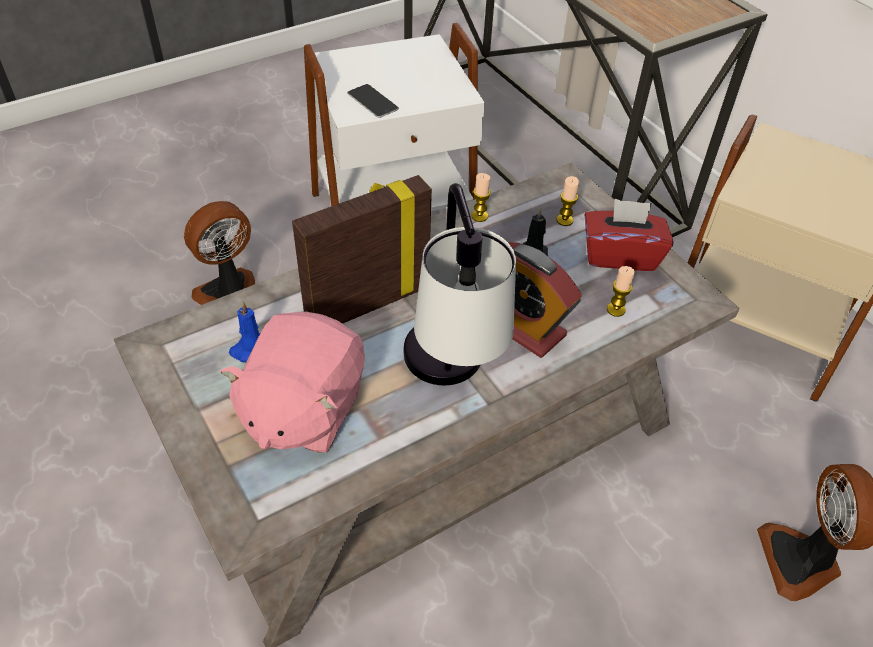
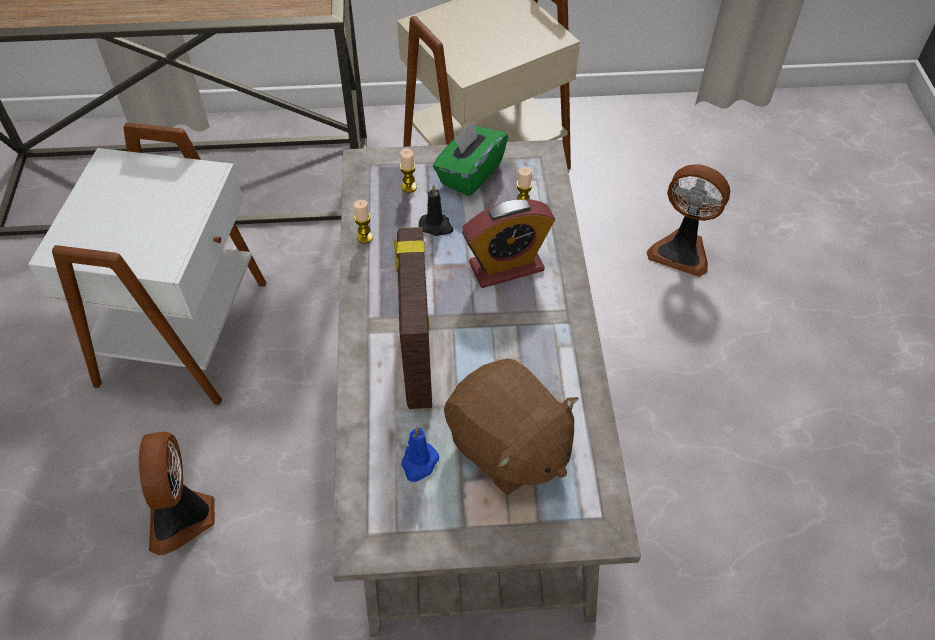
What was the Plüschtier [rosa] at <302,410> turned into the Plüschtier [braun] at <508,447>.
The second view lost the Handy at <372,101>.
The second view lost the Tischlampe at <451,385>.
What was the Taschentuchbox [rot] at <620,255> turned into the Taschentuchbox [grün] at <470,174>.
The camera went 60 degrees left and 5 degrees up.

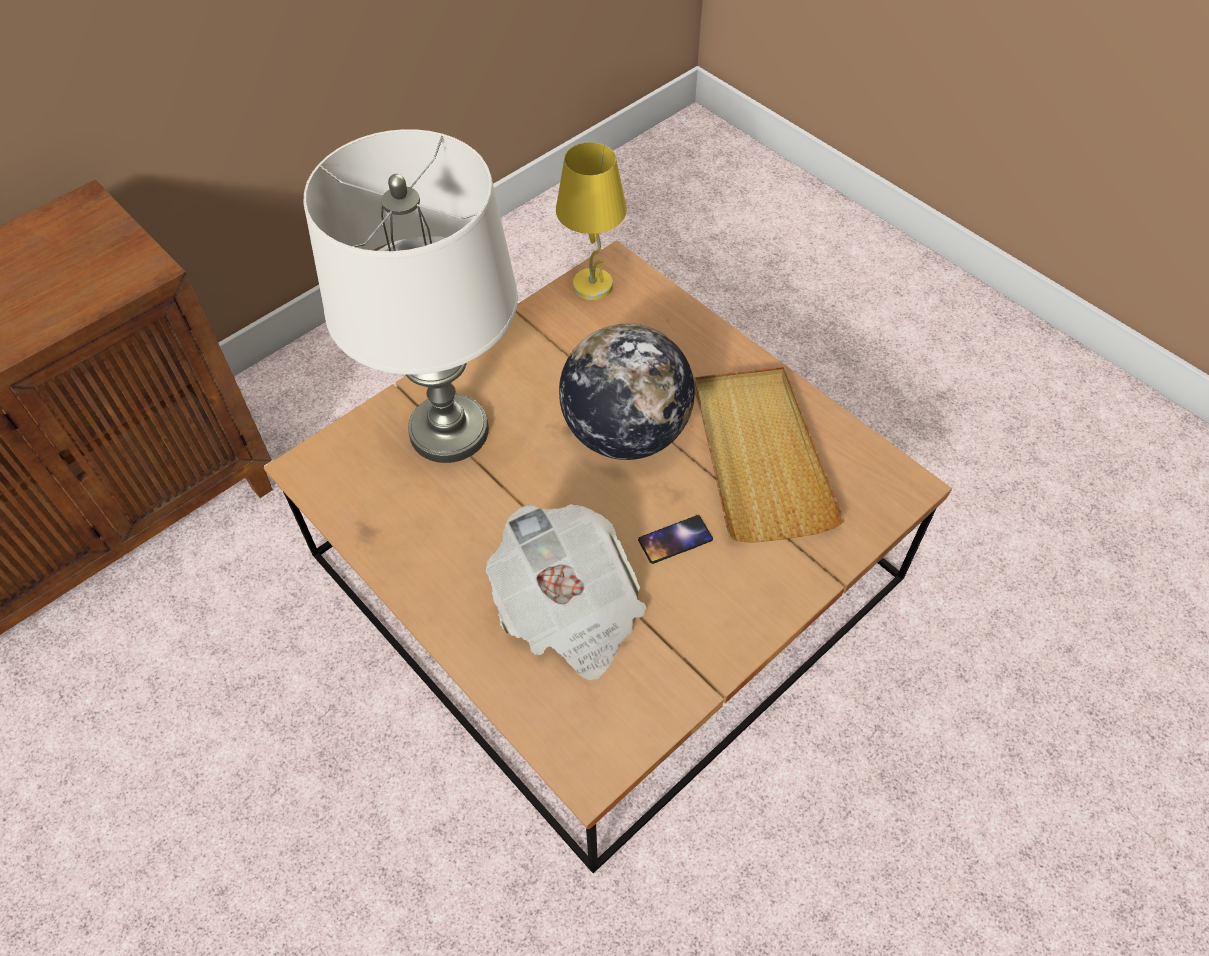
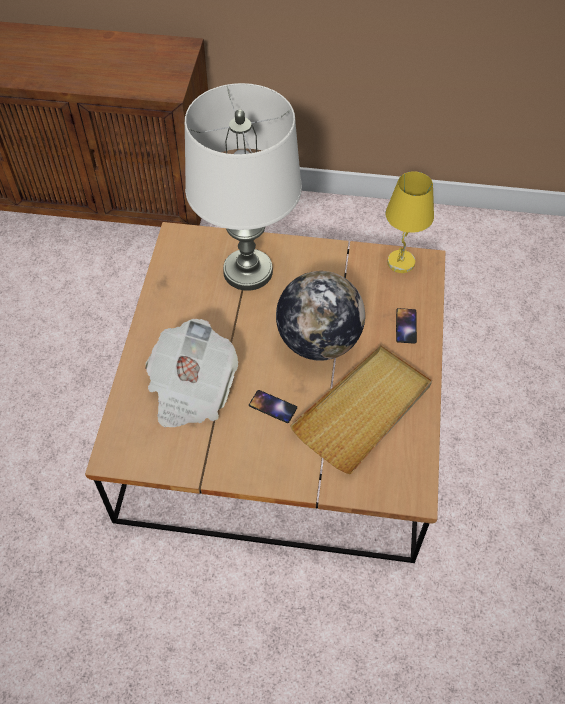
The second view gained the Handy at <406,326>.
The camera went 50 degrees right and 0 degrees up.

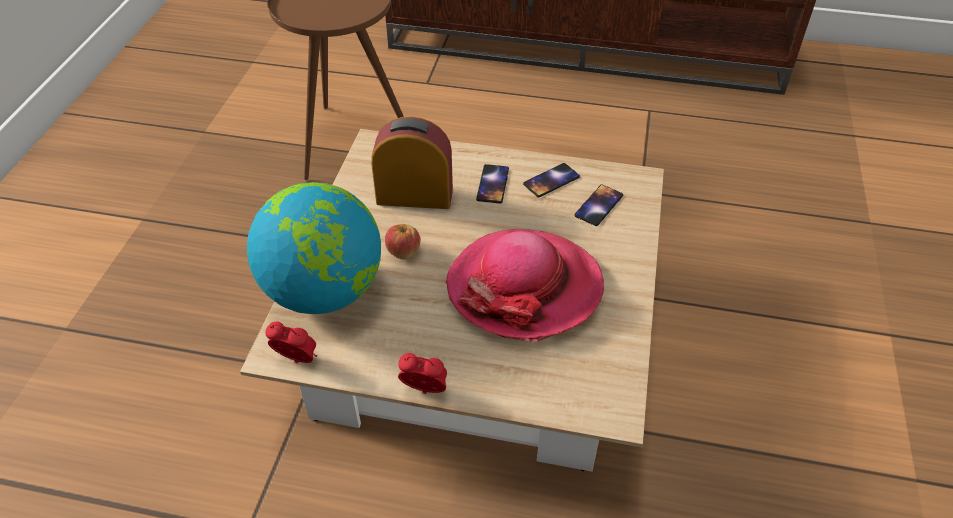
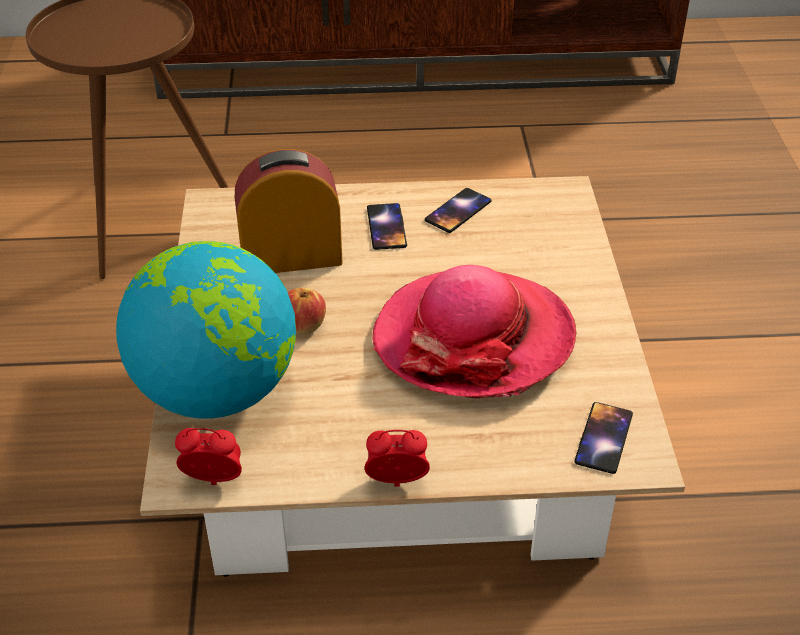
The Handy ended up elsewhere, having gone from <598,205> to <603,438>.
The camera went 15 degrees left and 5 degrees down.

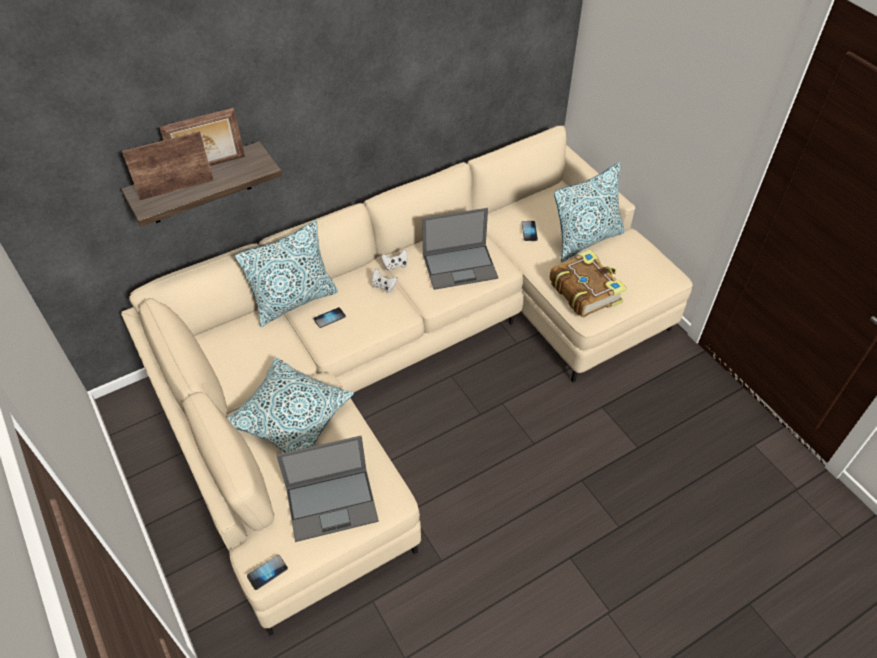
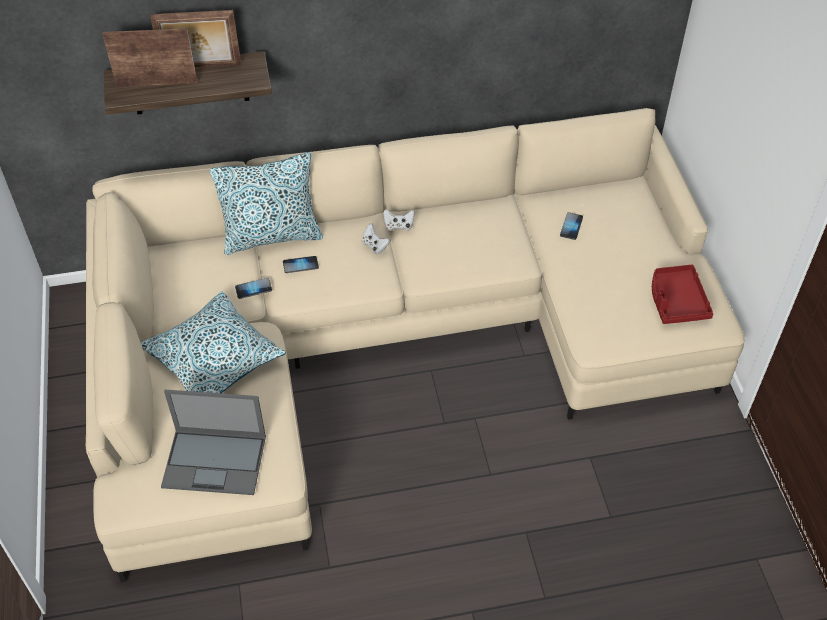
The Handy ended up elsewhere, having gone from <267,572> to <253,289>.
The second view lost the Laptop at <460,266>.
The second view lost the Buch at <585,290>.
The second view lost the Kissen at <586,240>.
The second view gained the Tablett [rot] at <676,301>.
The camera went 20 degrees right and 0 degrees up.

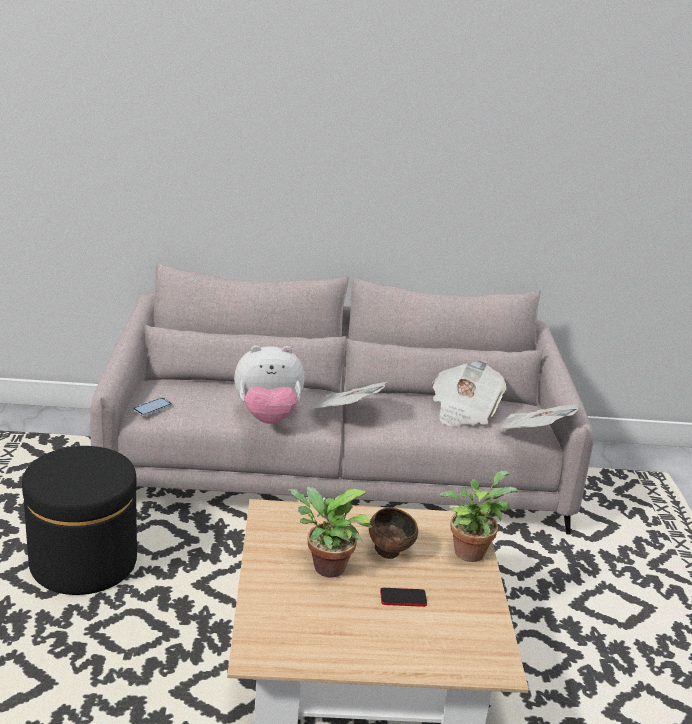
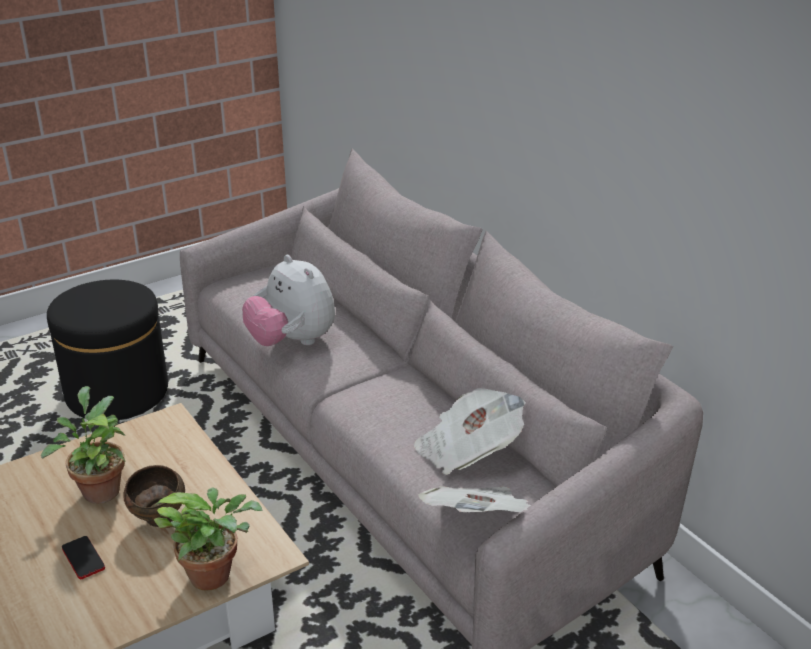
The second view lost the Handy at <152,408>.
The second view lost the Zeitung at <346,413>.
The camera went 60 degrees right and 5 degrees up.

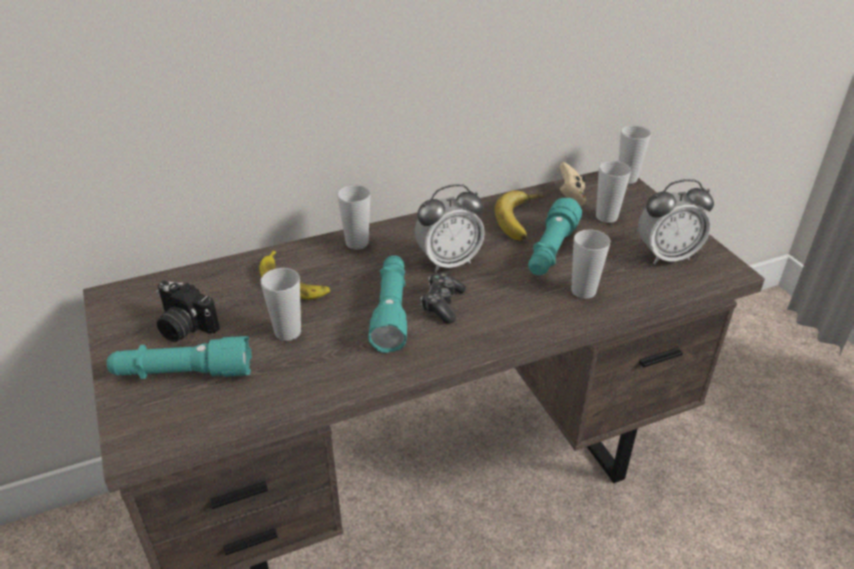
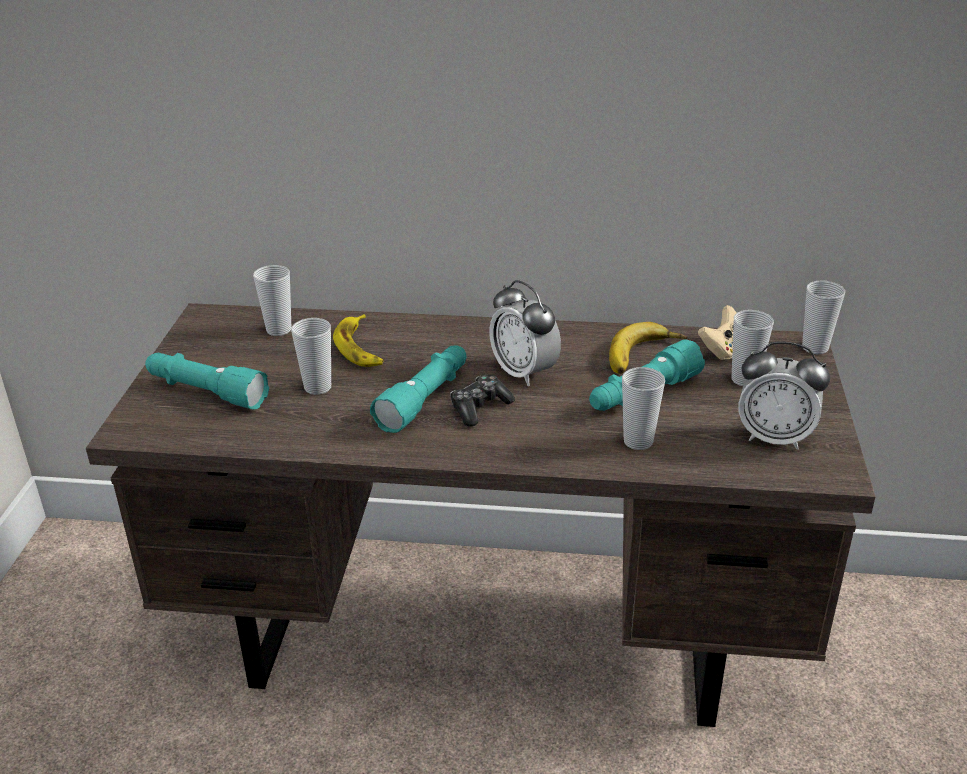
The second view lost the Kamera at <184,327>.
The Tasse ended up elsewhere, having gone from <357,243> to <279,330>.
The Wecker at <448,262> ended up facing another way, 45 degrees clockwise from before.
The camera went 30 degrees right and 5 degrees down.

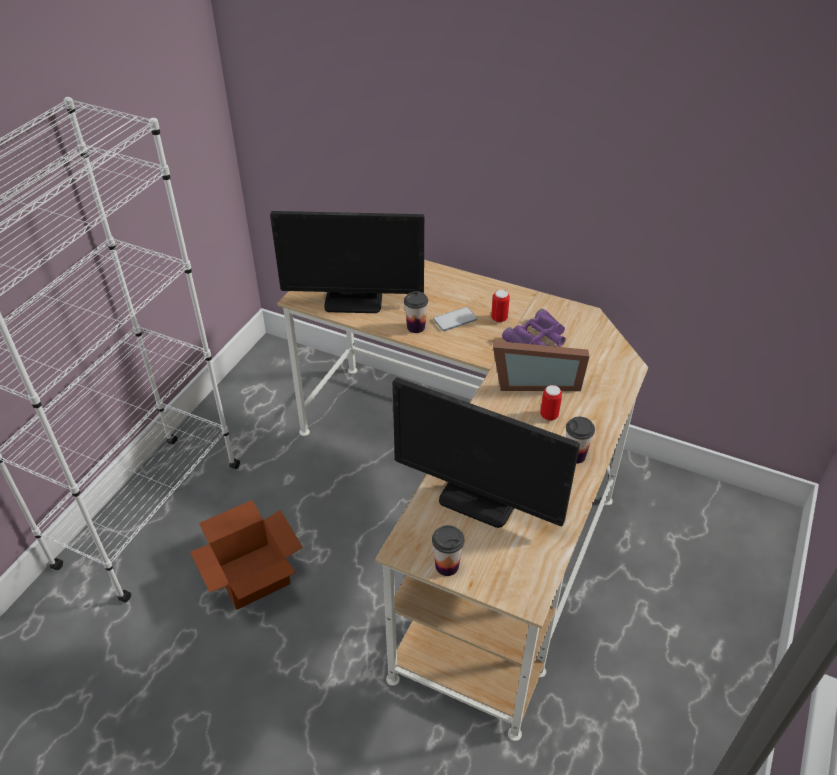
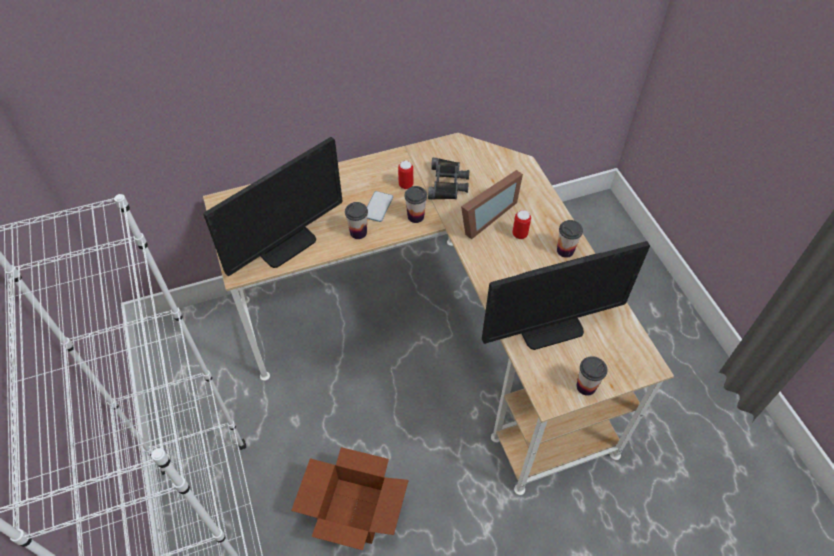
What was the Fernglas [lila] at <537,339> turned into the Fernglas [schwarz] at <448,183>.
The second view gained the Tasse at <415,216>.
The camera went 45 degrees left and 10 degrees up.

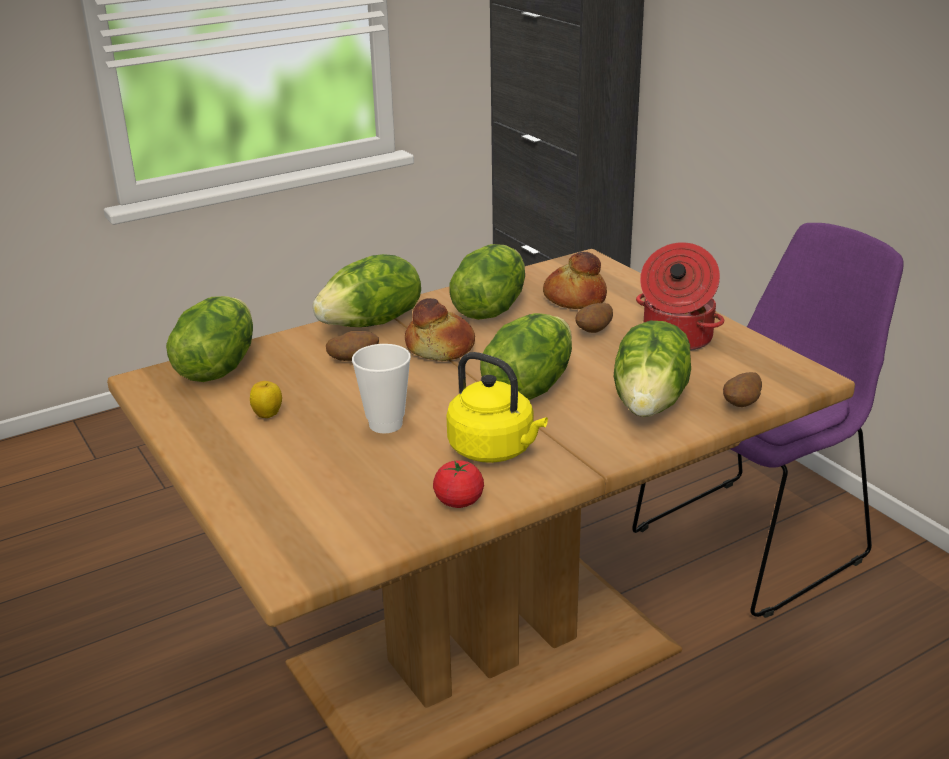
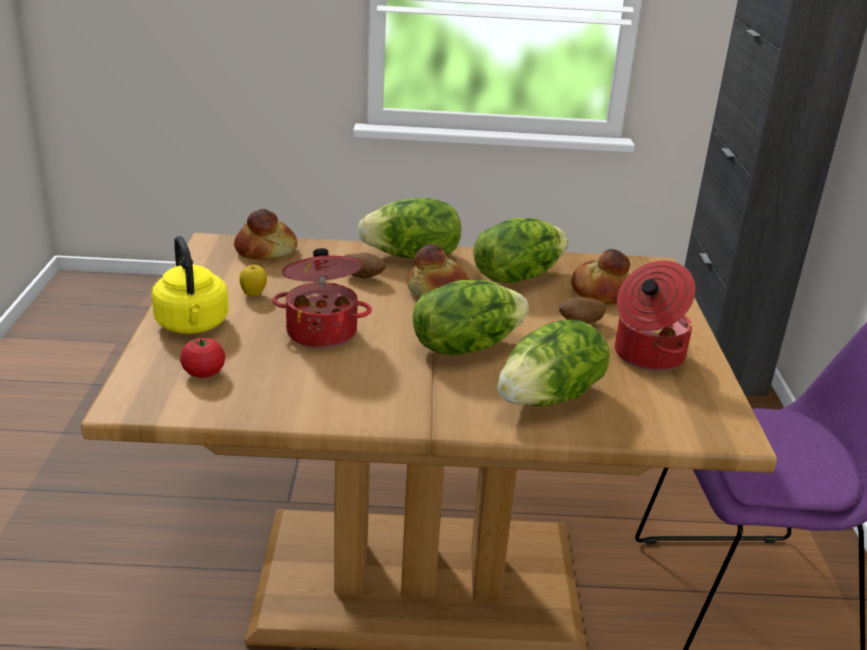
Where the Salatkopf stood at <217,368>, the Brot came to stand at <265,250>.
Where the Tasse stood at <385,424>, the Kochtopf came to stand at <322,332>.
The Tomate ended up elsewhere, having gone from <459,501> to <204,373>.
The Wasserkessel [gelb] ended up elsewhere, having gone from <495,450> to <193,325>.
The second view lost the Kartoffel at <741,405>.
The camera went 30 degrees right and 0 degrees up.

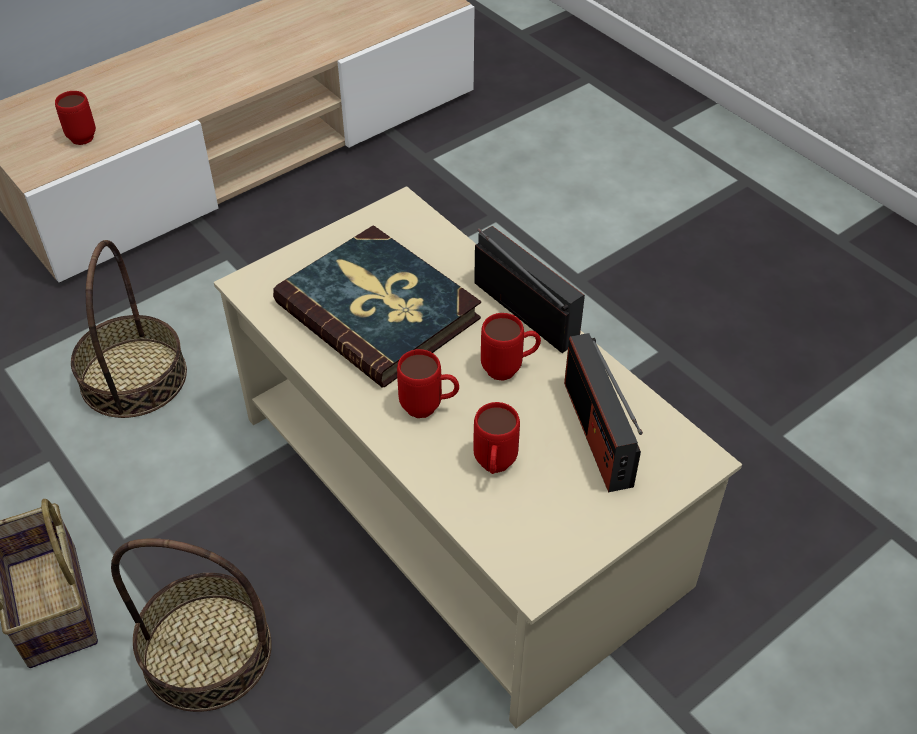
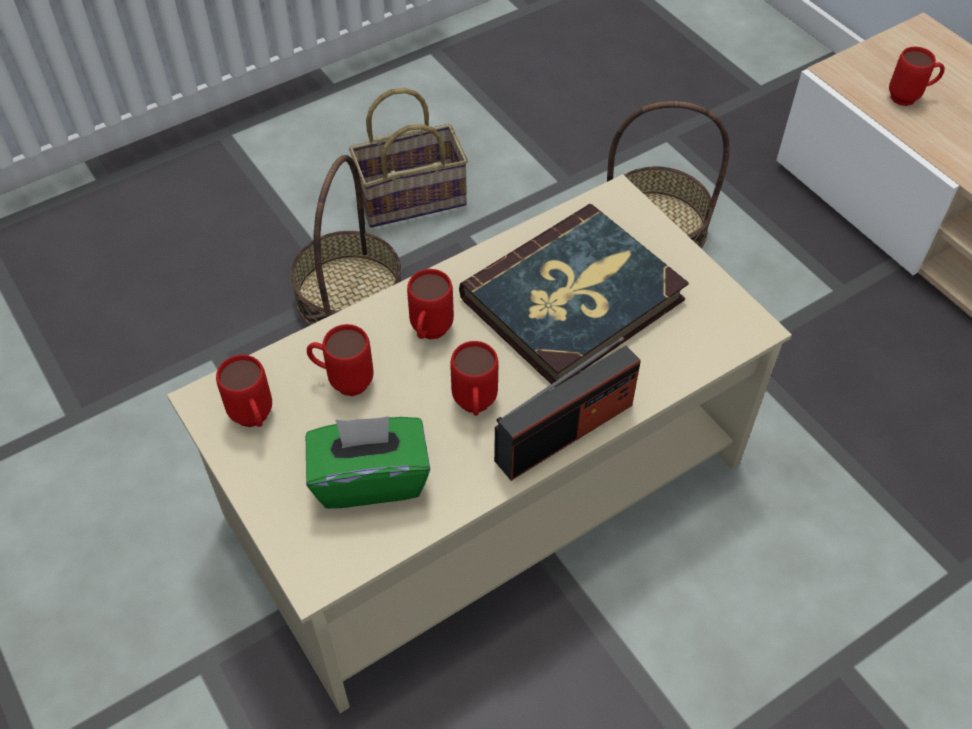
Where the Radio stood at <597,433>, the Taschentuchbox [grün] came to stand at <370,478>.
The second view gained the Henkelbecher [rot] at <254,421>.
The camera went 95 degrees right and 5 degrees up.

